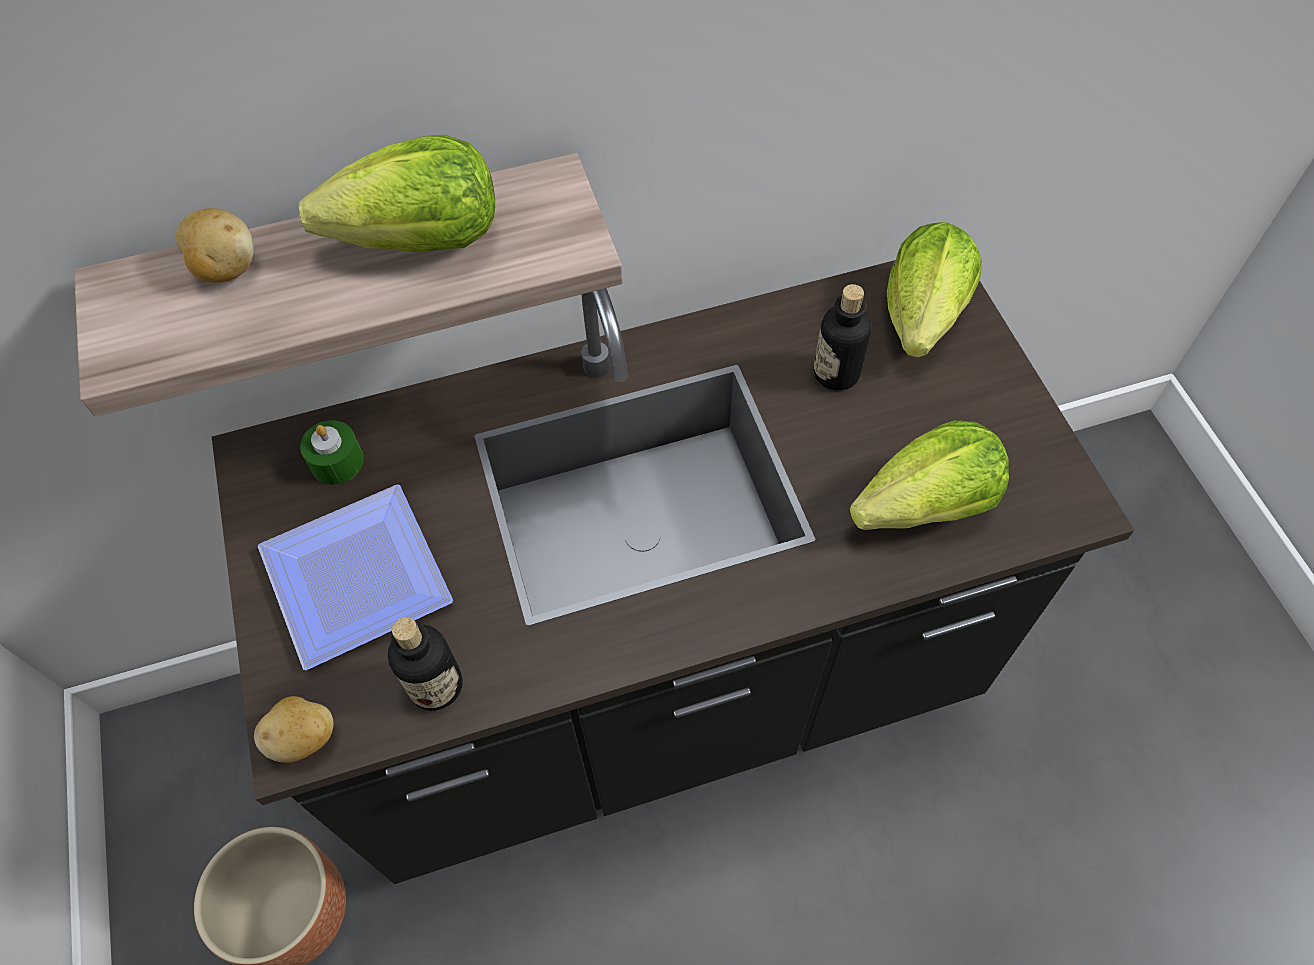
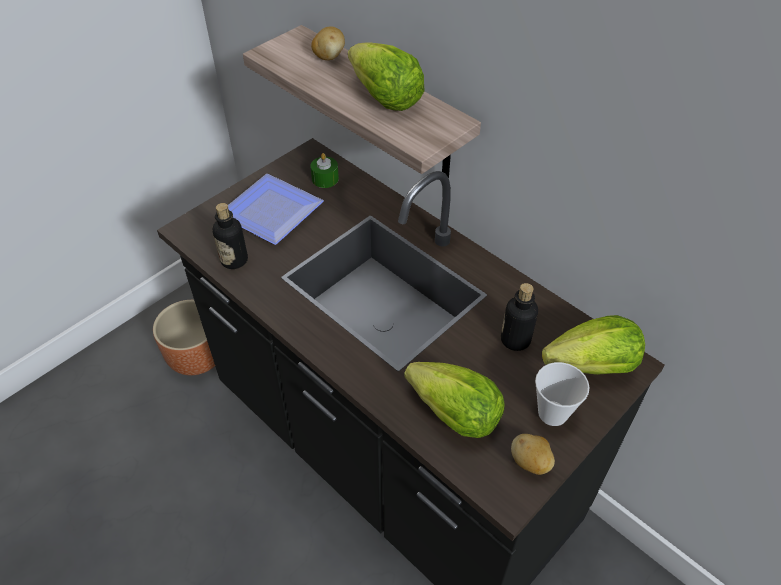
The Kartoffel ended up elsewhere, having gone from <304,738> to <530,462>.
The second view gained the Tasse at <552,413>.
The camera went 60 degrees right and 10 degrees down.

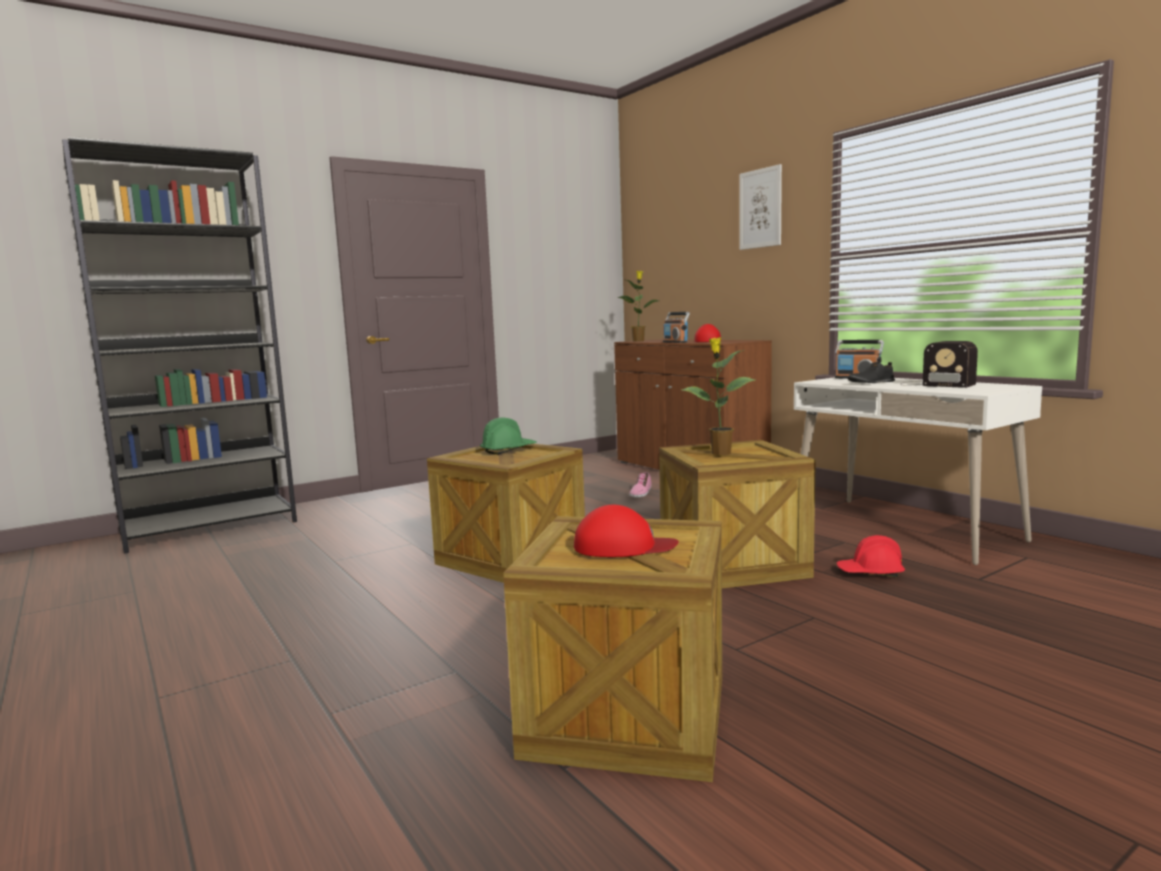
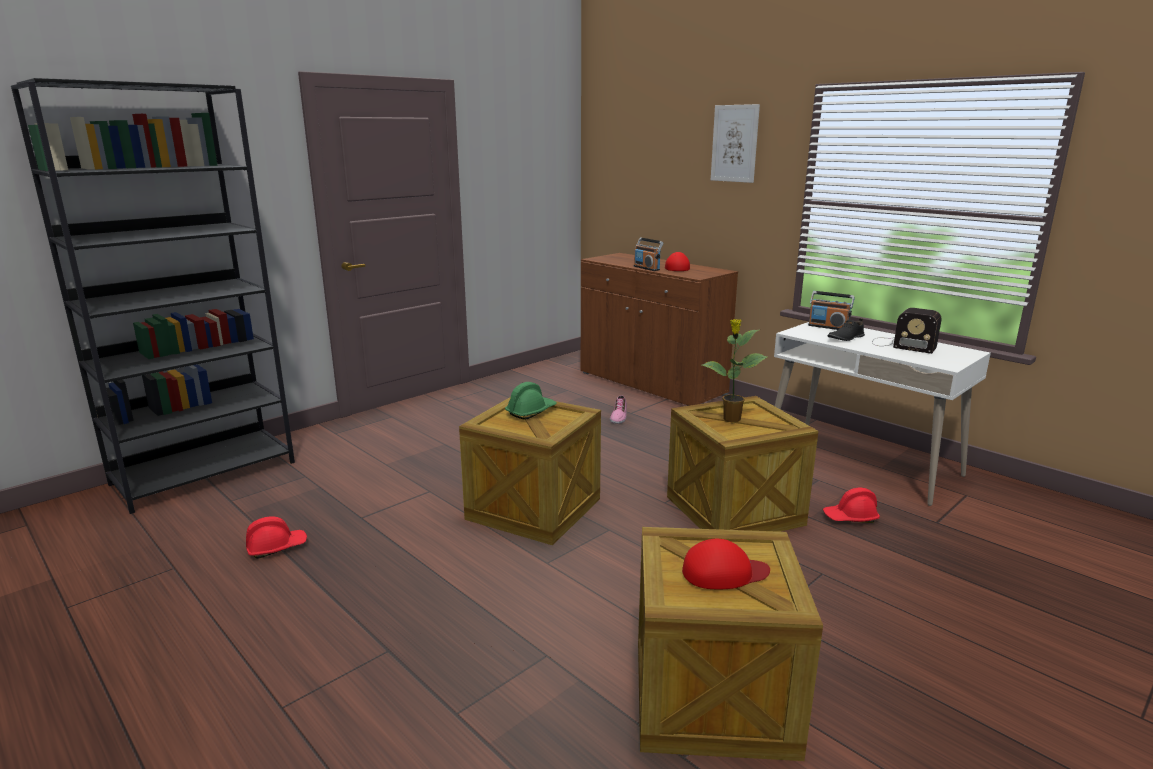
The second view lost the Topfpflanze at <639,341>.
The second view gained the Schutzhelm [rot] at <276,547>.
The camera went 10 degrees left and 10 degrees up.

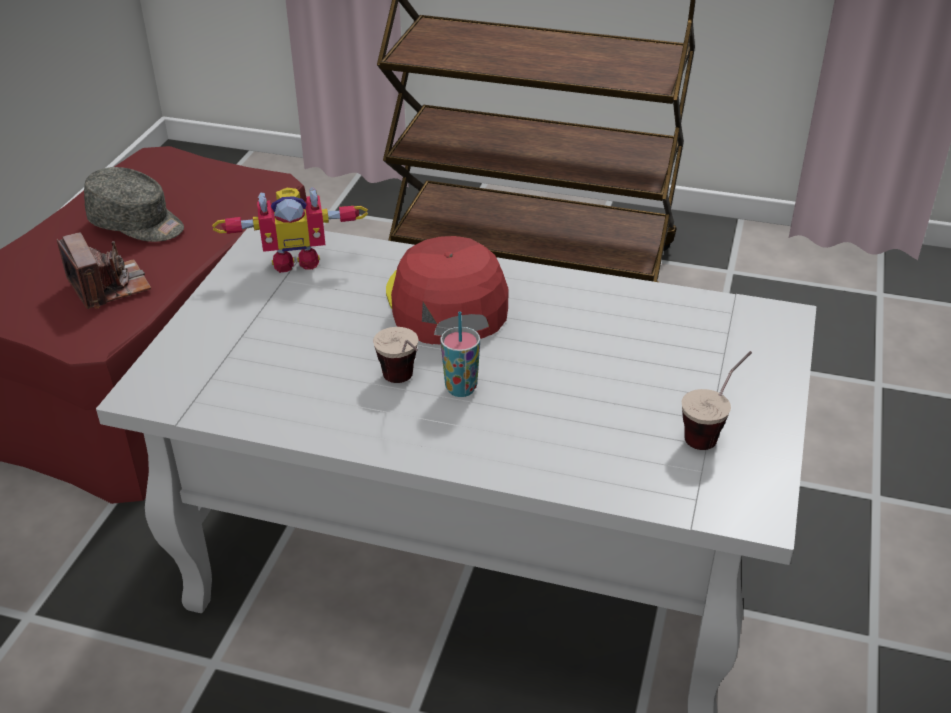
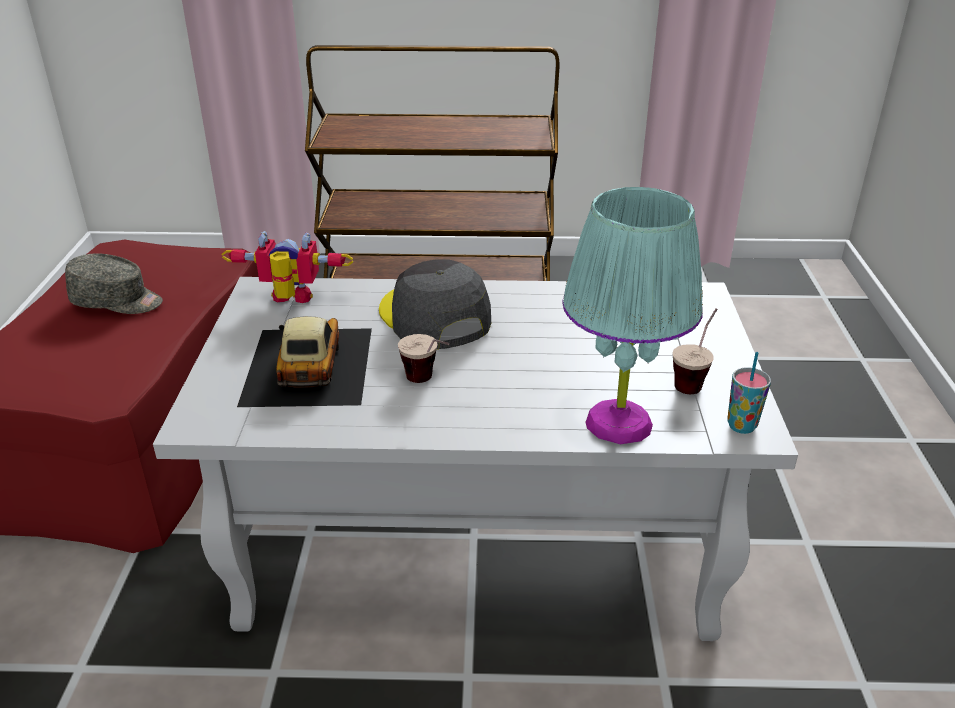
The second view lost the Kamera at <109,286>.
The Spielzeugroboter at <295,259> ended up facing another way, 150 degrees counterclockwise from before.
What was the Kappe [rot] at <445,301> turned into the Kappe [grau] at <433,317>.
The Tasse ended up elsewhere, having gone from <461,388> to <741,426>.
The second view gained the Spielzeugauto at <307,365>.
The second view gained the Tischlampe [türkis] at <619,422>.
The camera went 15 degrees left and 5 degrees down.

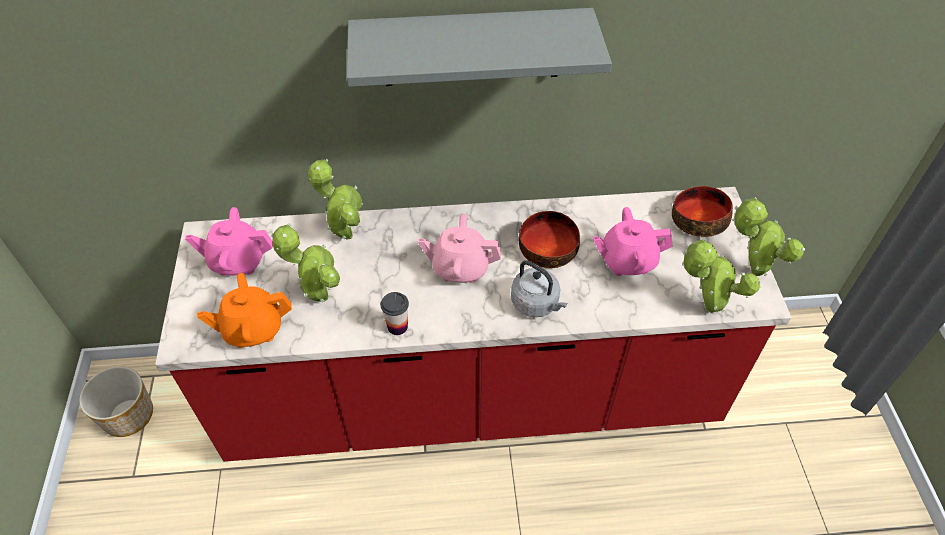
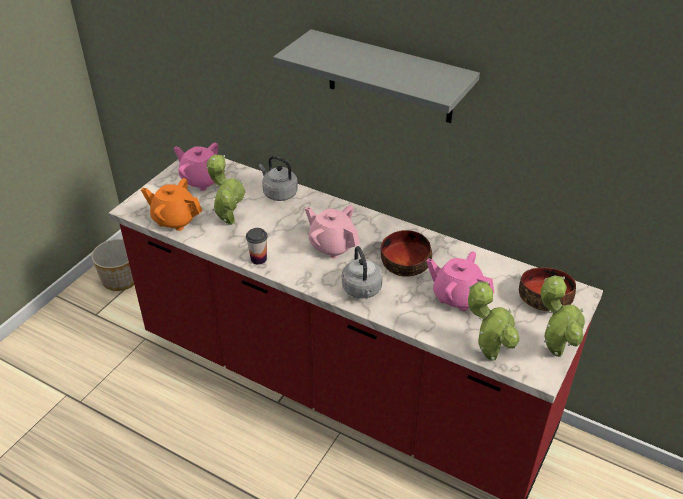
Where the Topfpflanze stood at <344,233>, the Wasserkessel [grau] came to stand at <278,193>.
The camera went 35 degrees right and 10 degrees down.

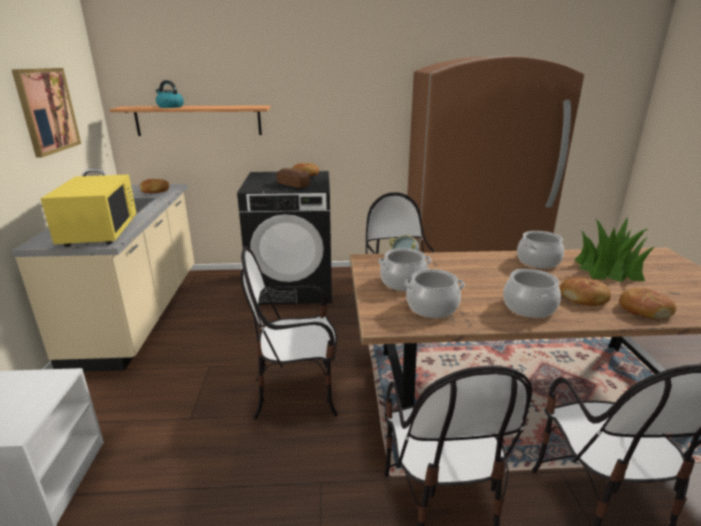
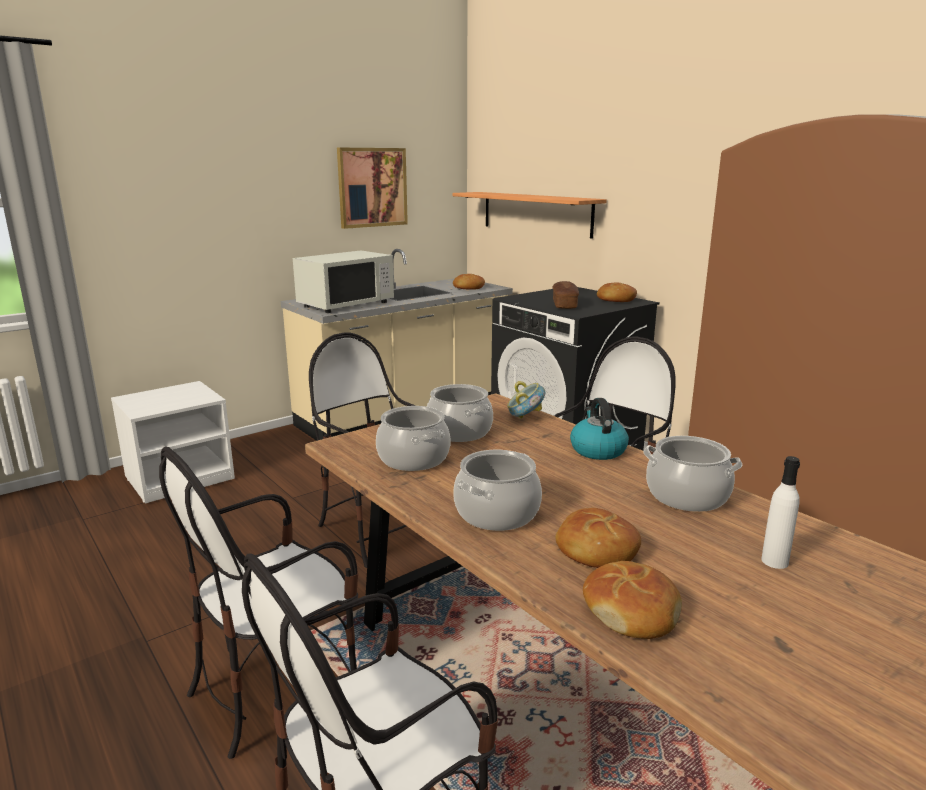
What was the Mikrowelle [gelb] at <99,232> turned into the Mikrowelle [weiß] at <346,304>.
The Wasserkessel ended up elsewhere, having gone from <170,107> to <597,450>.
Where the Topfpflanze stood at <609,269>, the Flasche [weiß] came to stand at <774,561>.
The camera went 55 degrees right and 5 degrees down.

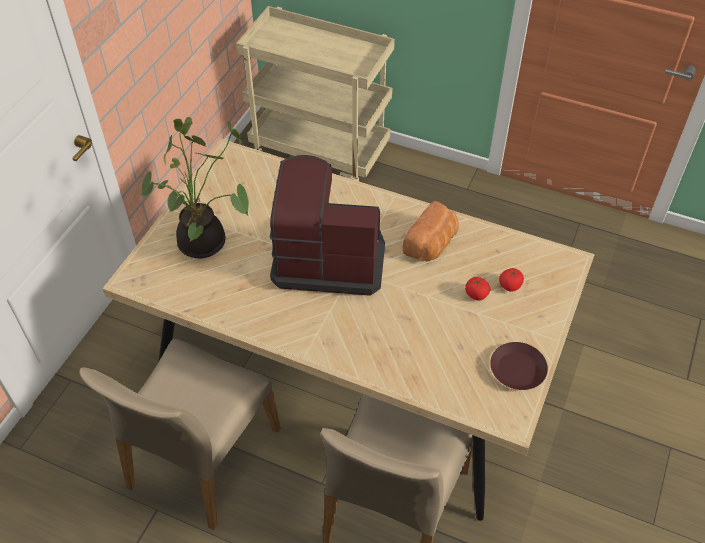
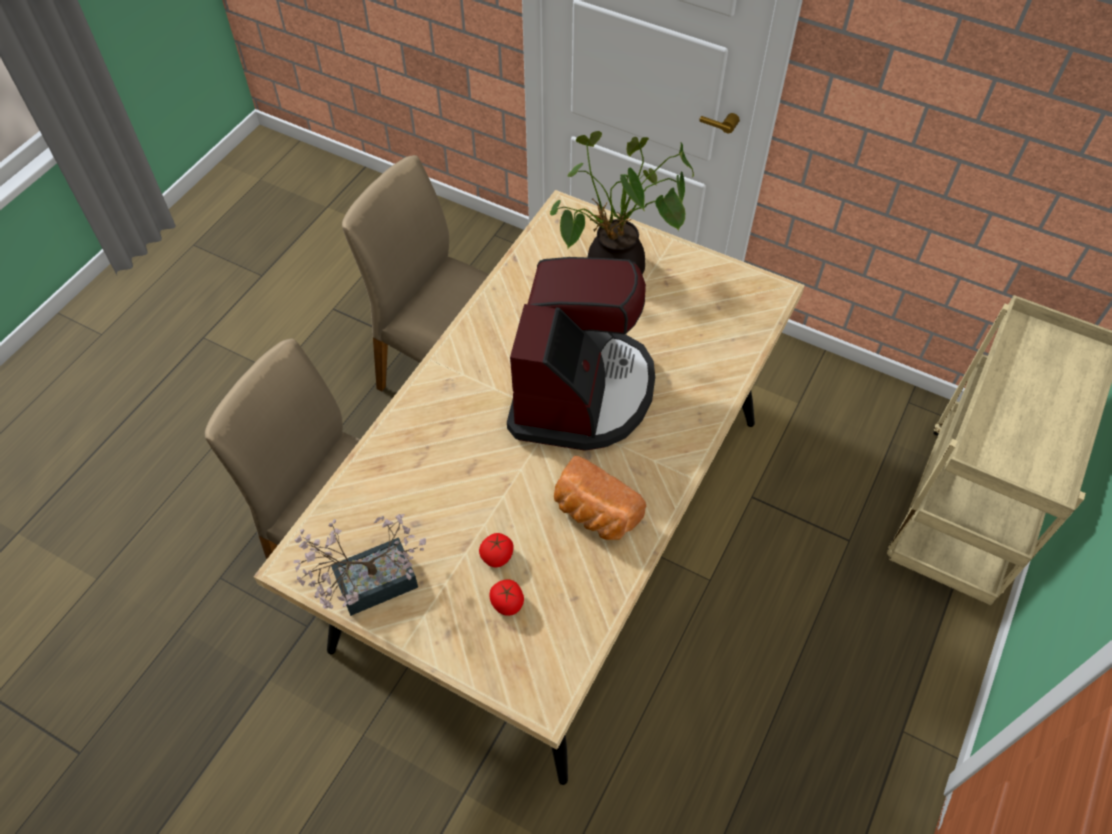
Where the Teller [braun] stood at <517,369>, the Topfpflanze came to stand at <366,585>.
The camera went 95 degrees right and 5 degrees up.

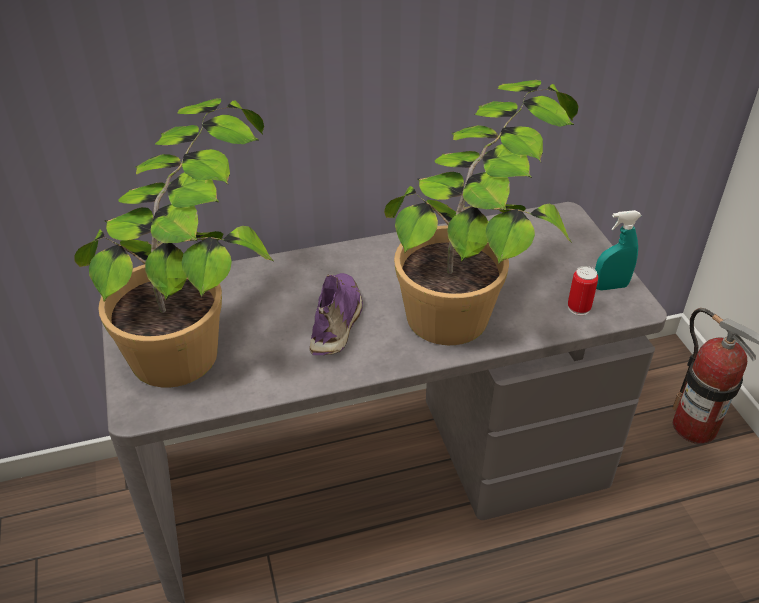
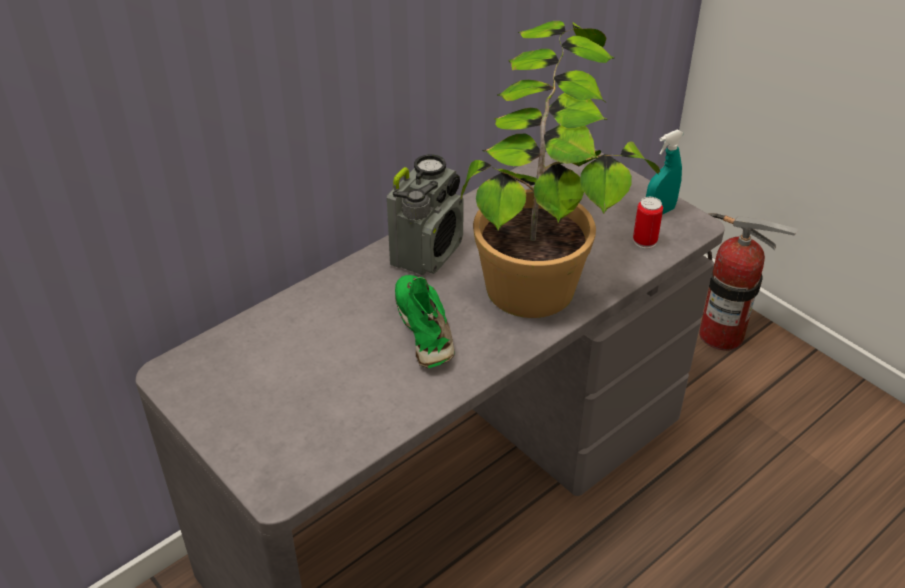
The second view lost the Topfpflanze at <204,327>.
What was the Schuh [lila] at <337,322> turned into the Schuh [grün] at <425,328>.
The second view gained the Radio at <427,252>.
The camera went 25 degrees left and 0 degrees up.

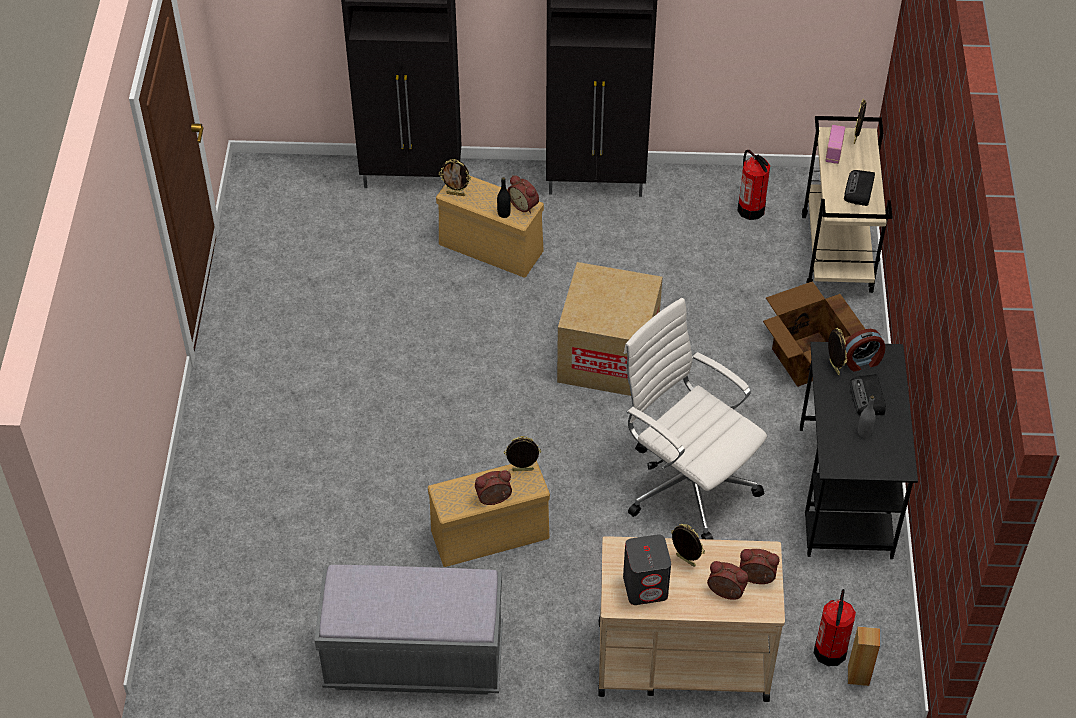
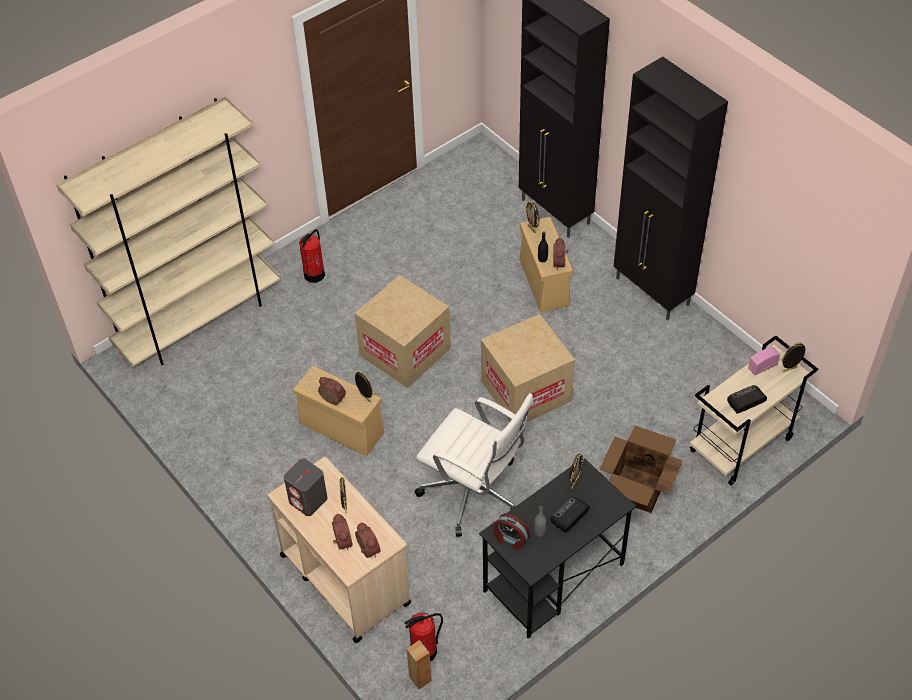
The second view lost the Bank [grau] at <414,660>.
The Bürostuhl [weiß] at <687,483> ended up facing another way, 120 degrees clockwise from before.
The Feuerlöscher ended up elsewhere, having gone from <751,209> to <314,274>.
The Wecker ended up elsewhere, having gone from <862,361> to <510,539>.
The second view gained the Bücherregal [beige] at <199,320>.
The second view gained the Karton at <405,351>.
The camera went 50 degrees right and 0 degrees up.

